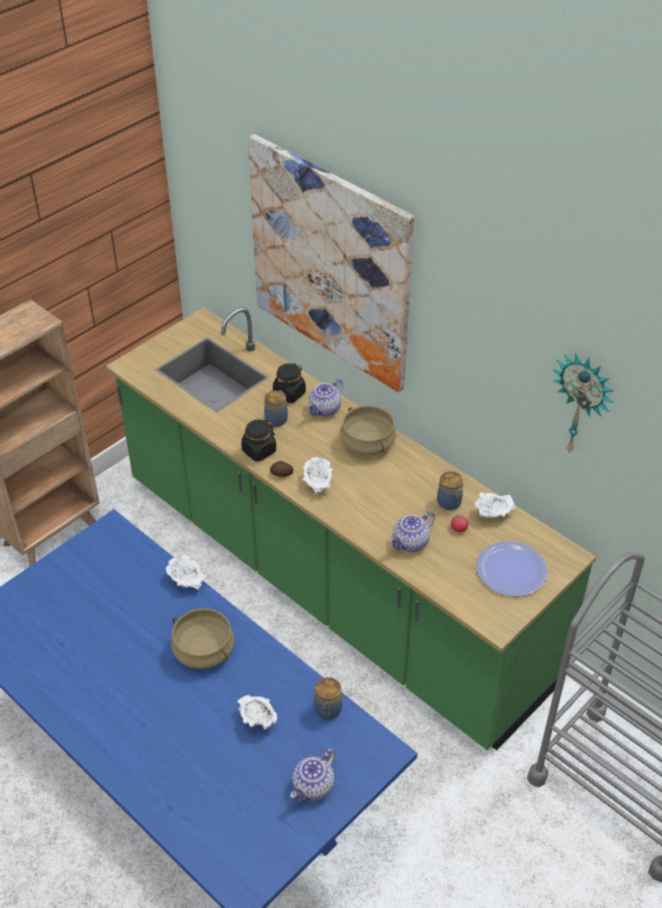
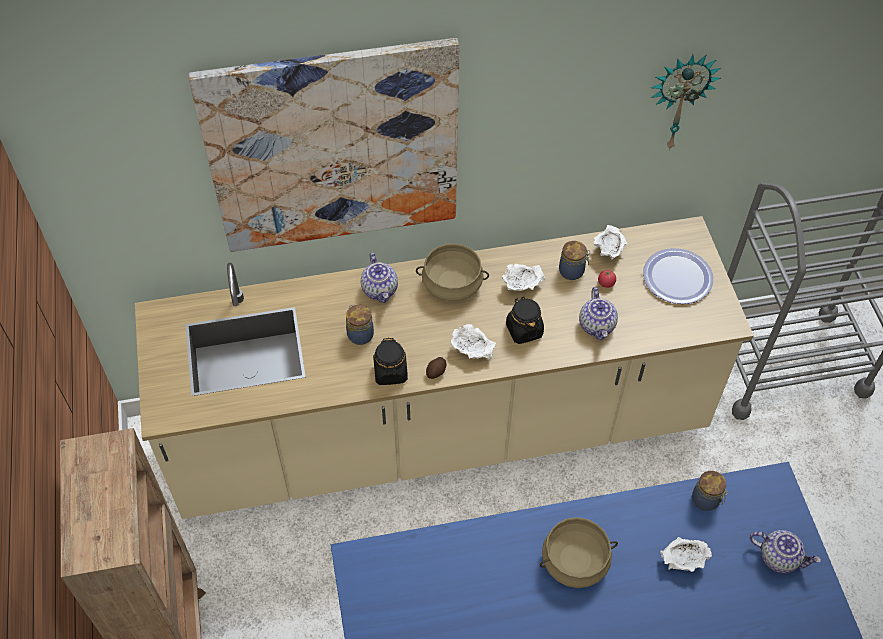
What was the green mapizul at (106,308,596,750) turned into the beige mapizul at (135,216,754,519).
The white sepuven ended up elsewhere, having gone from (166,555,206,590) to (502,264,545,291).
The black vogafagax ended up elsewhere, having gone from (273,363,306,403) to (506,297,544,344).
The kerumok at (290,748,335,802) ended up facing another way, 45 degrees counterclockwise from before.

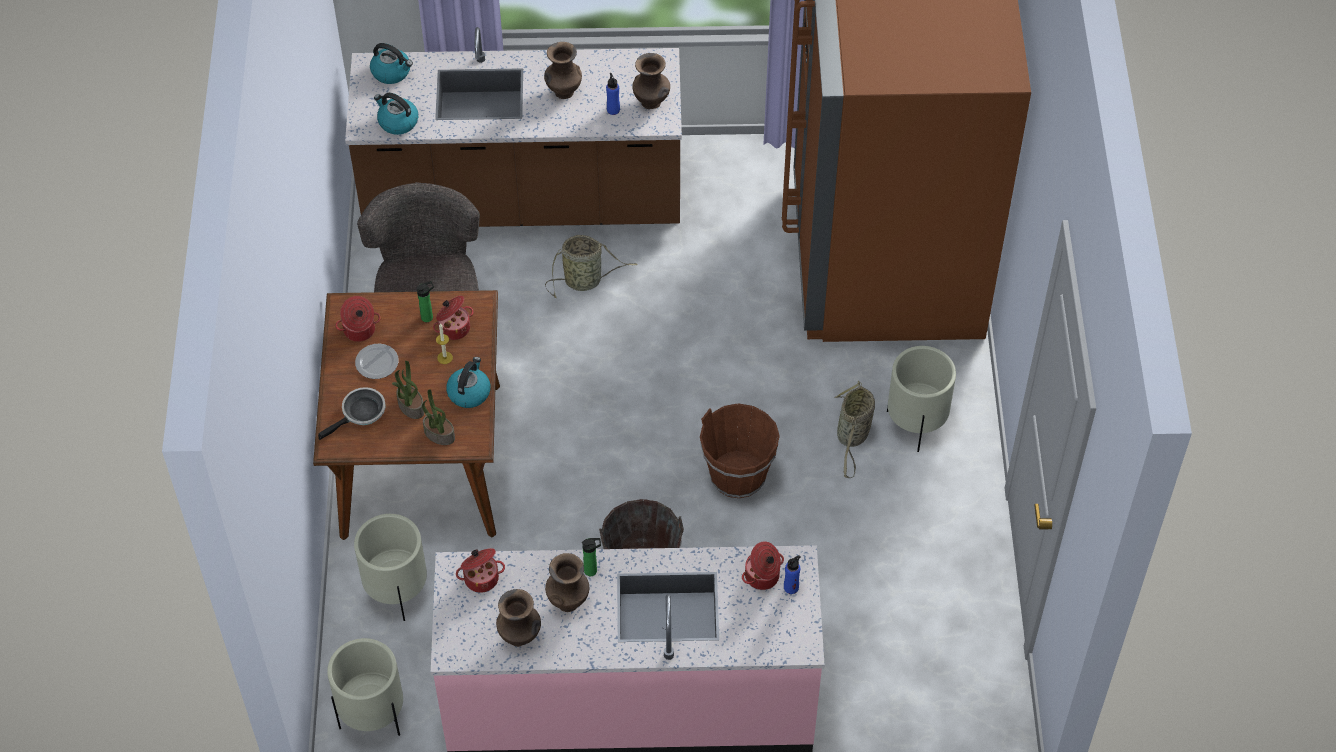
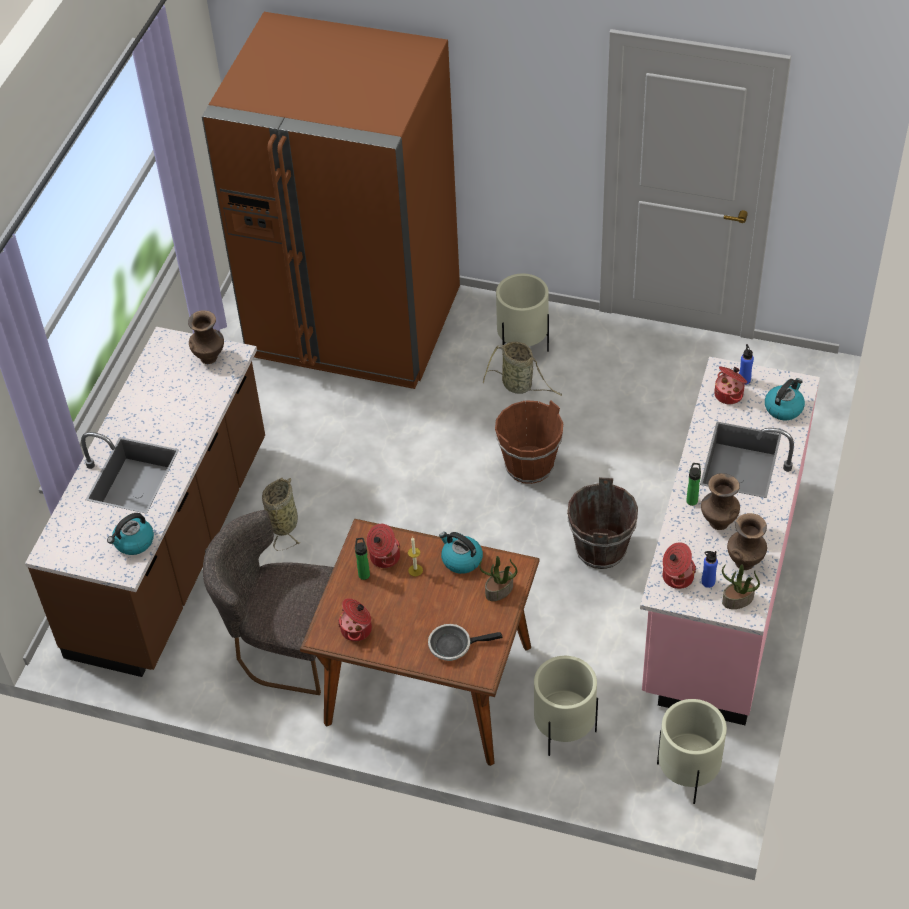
The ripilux at (318,387,386,440) ended up facing another way, 75 degrees counterclockwise from before.
The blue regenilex ended up elsewhere, having gone from (606,73,620,115) to (702,551,718,588).
The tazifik ended up elsewhere, having gone from (392,361,424,419) to (722,564,760,609).
The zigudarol ended up elsewhere, having gone from (370,43,413,84) to (765,378,805,420).
The second view lost the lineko at (355,344,399,379).
The second view lost the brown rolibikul at (544,42,582,99).

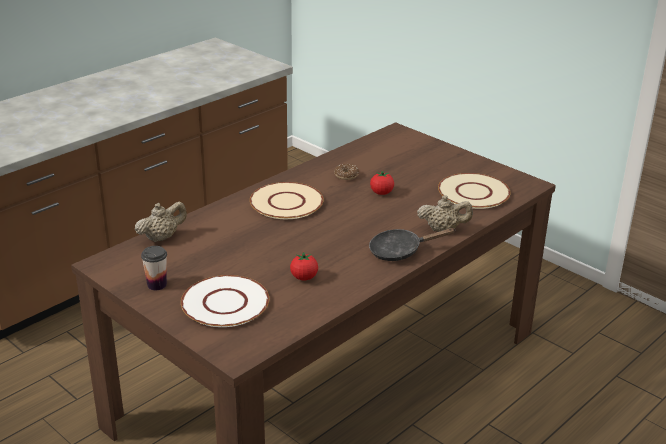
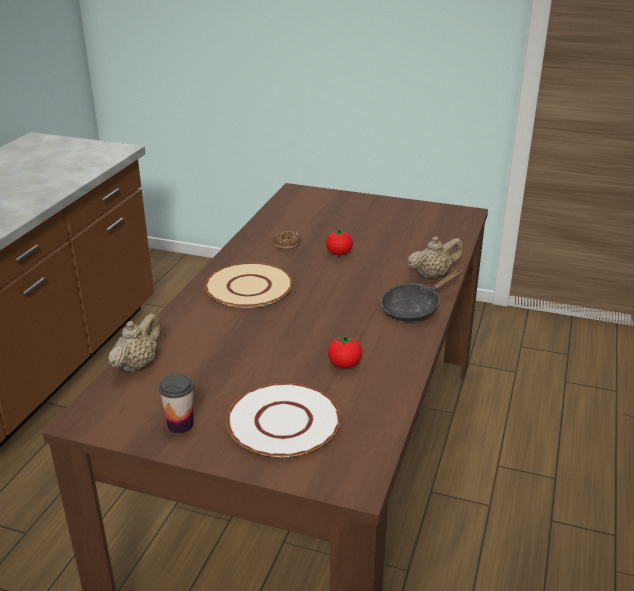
The second view lost the beige lineko at (438,173,511,209).

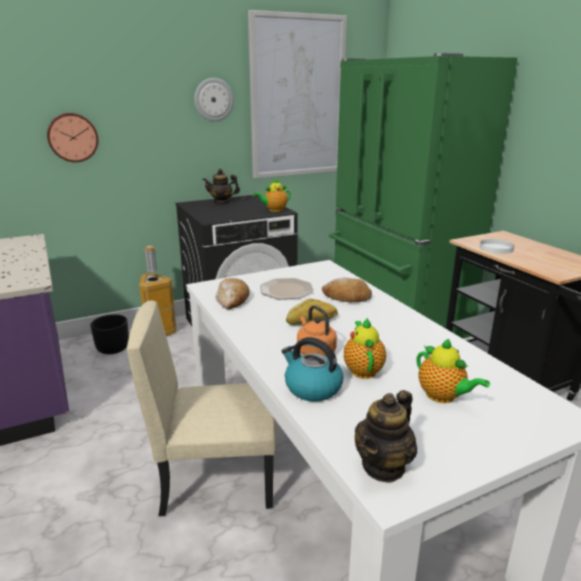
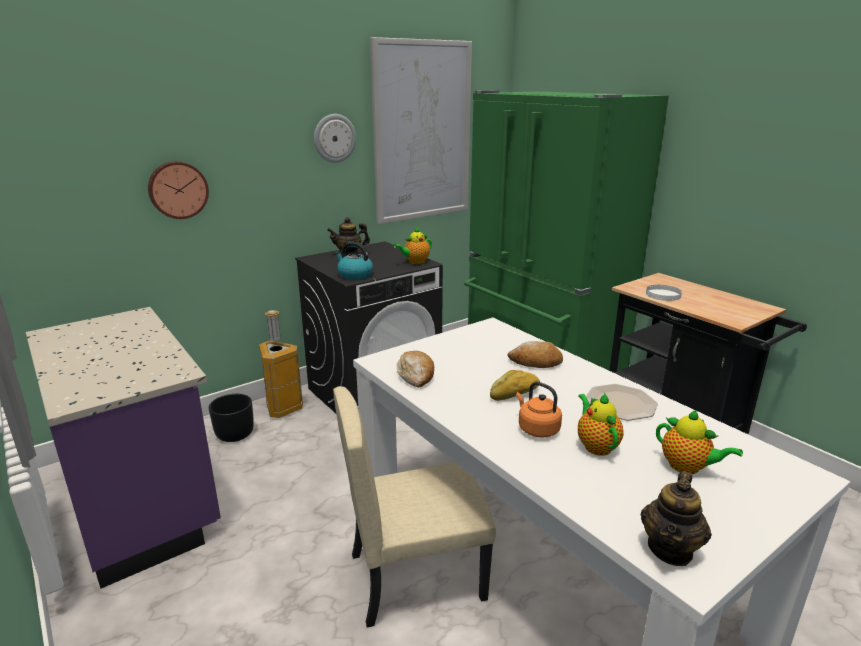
The zigudarol ended up elsewhere, having gone from (282,337,344,401) to (334,242,373,280).
The lineko ended up elsewhere, having gone from (260,278,314,299) to (586,384,658,421).

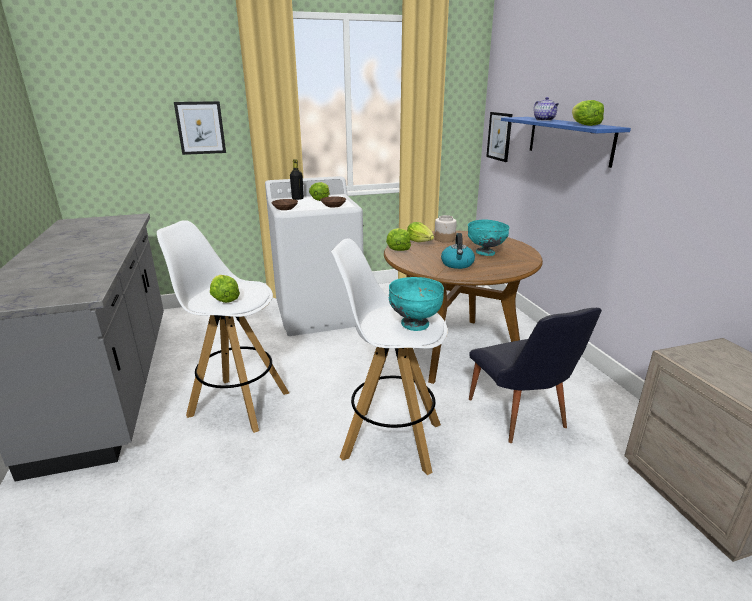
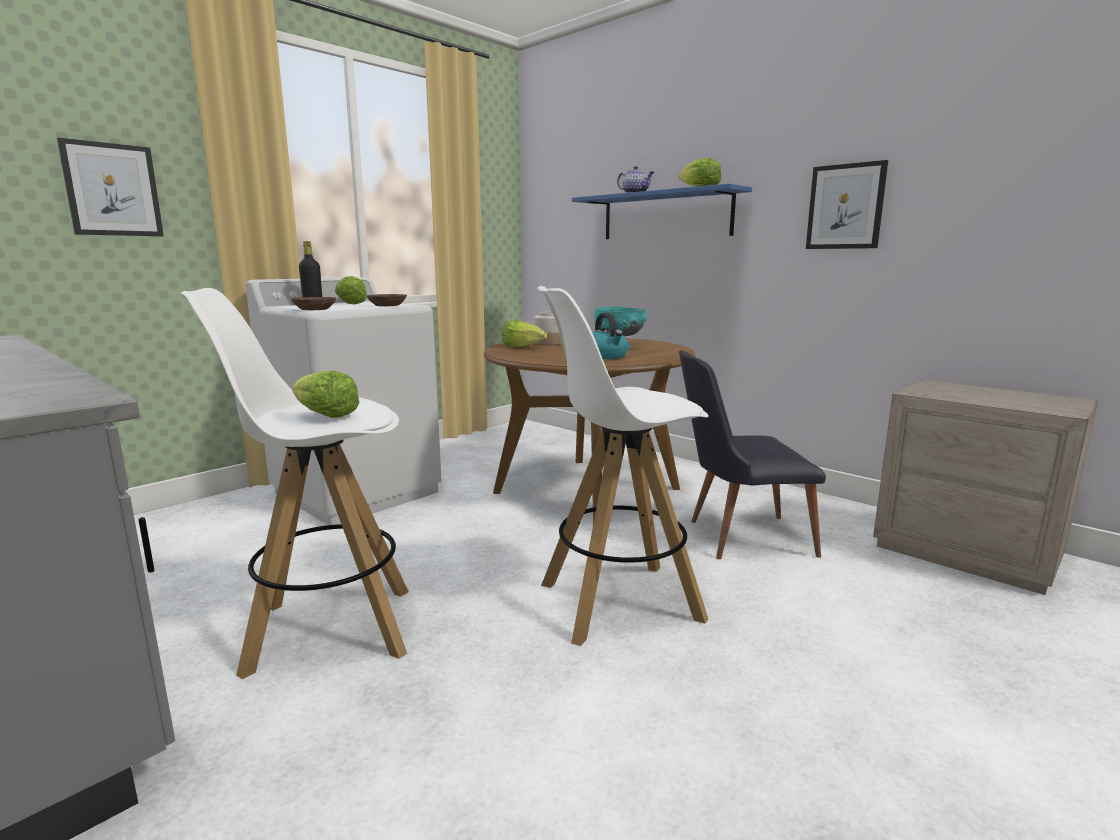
The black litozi at (469,308,602,443) ended up facing another way, 135 degrees clockwise from before.
The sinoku ended up elsewhere, having gone from (486,112,512,162) to (806,160,888,249).
The second view lost the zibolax at (386,228,411,251).
The second view lost the turquoise sepuven at (389,277,444,331).

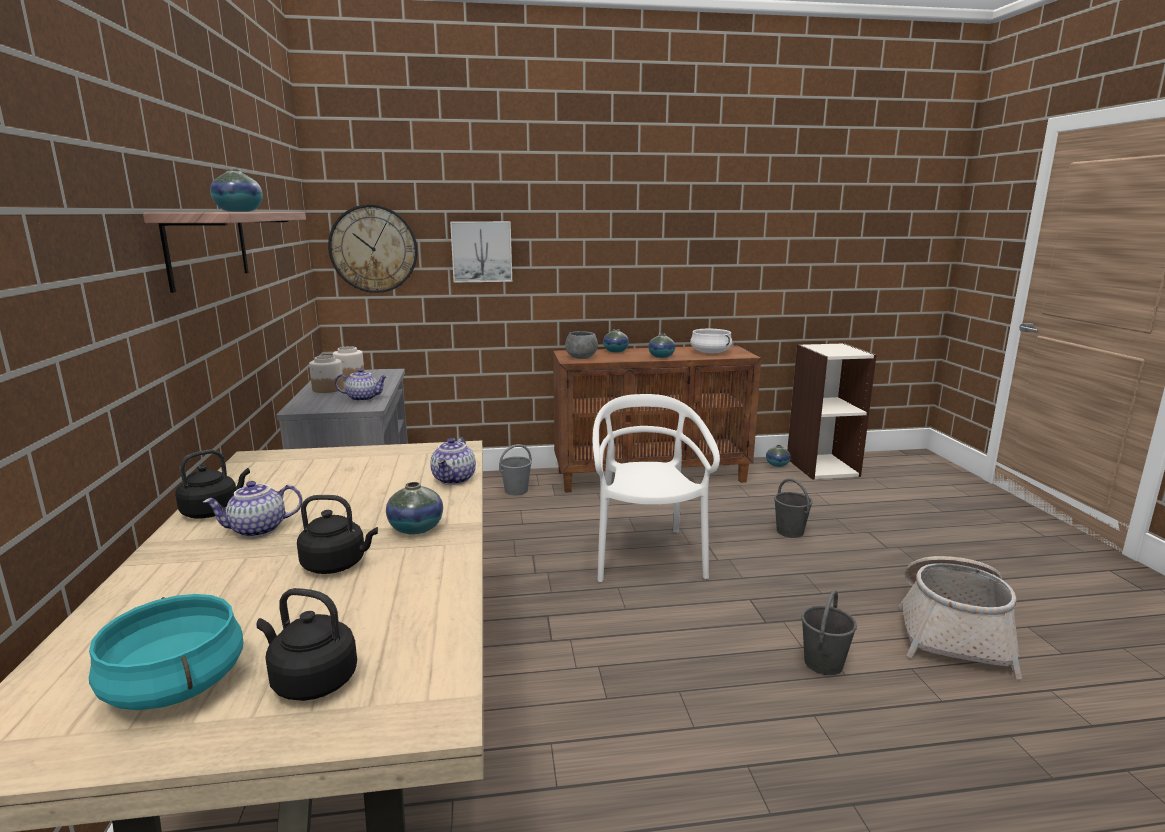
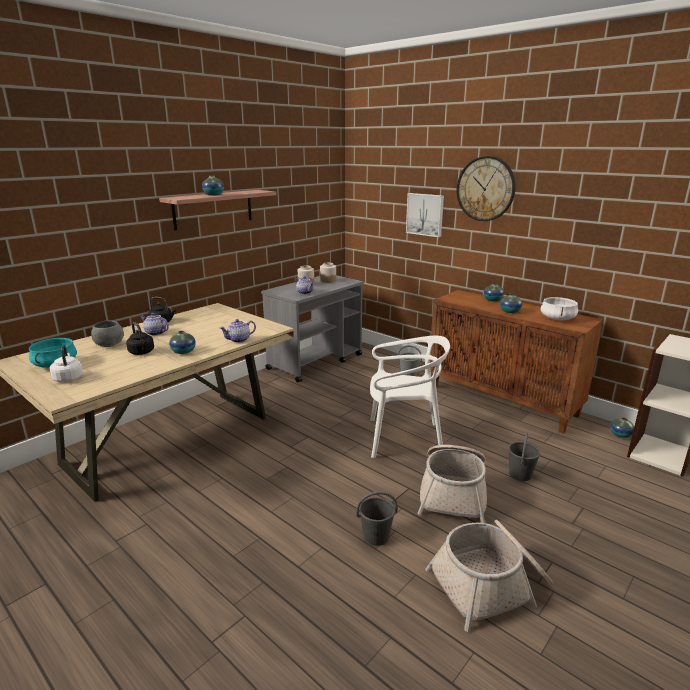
What was the black zigudarol at (257,588,357,701) turned into the white zigudarol at (50,345,83,382).
The grey sepuven ended up elsewhere, having gone from (565,331,598,359) to (91,321,124,347).
The white litozi at (593,394,720,582) ended up facing another way, 45 degrees clockwise from before.
The second view gained the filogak at (417,445,487,523).
The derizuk ended up elsewhere, having gone from (328,204,418,293) to (457,156,516,221).

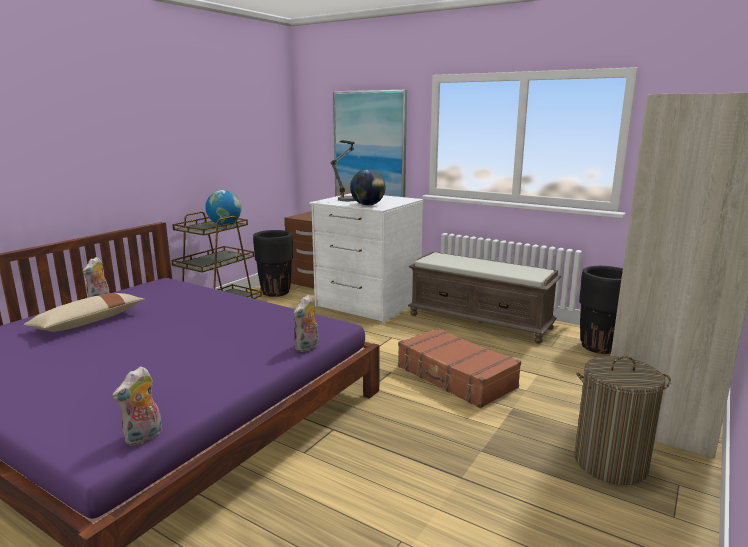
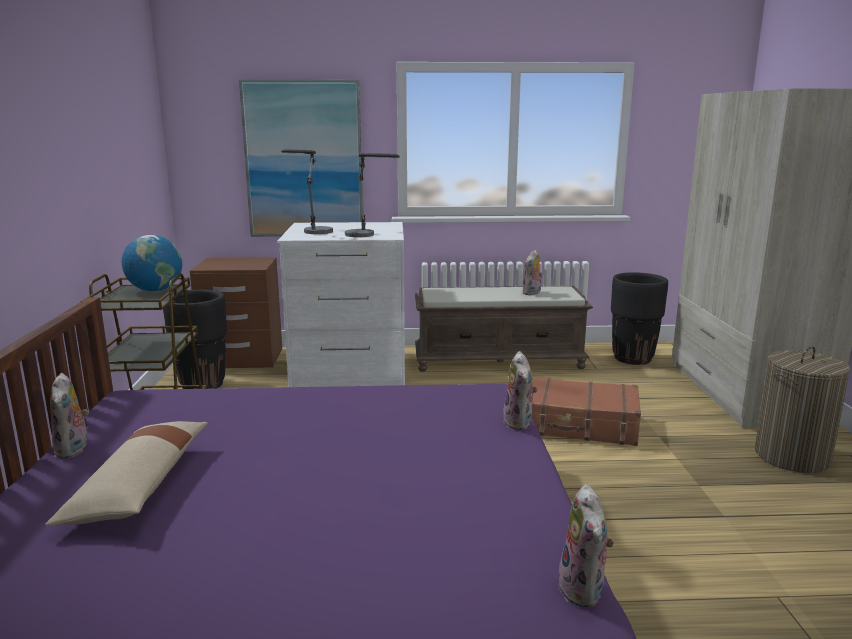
Where the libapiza stood at (350,169,386,206), the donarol came to stand at (345,153,400,237).
The second view gained the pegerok at (523,250,543,295).

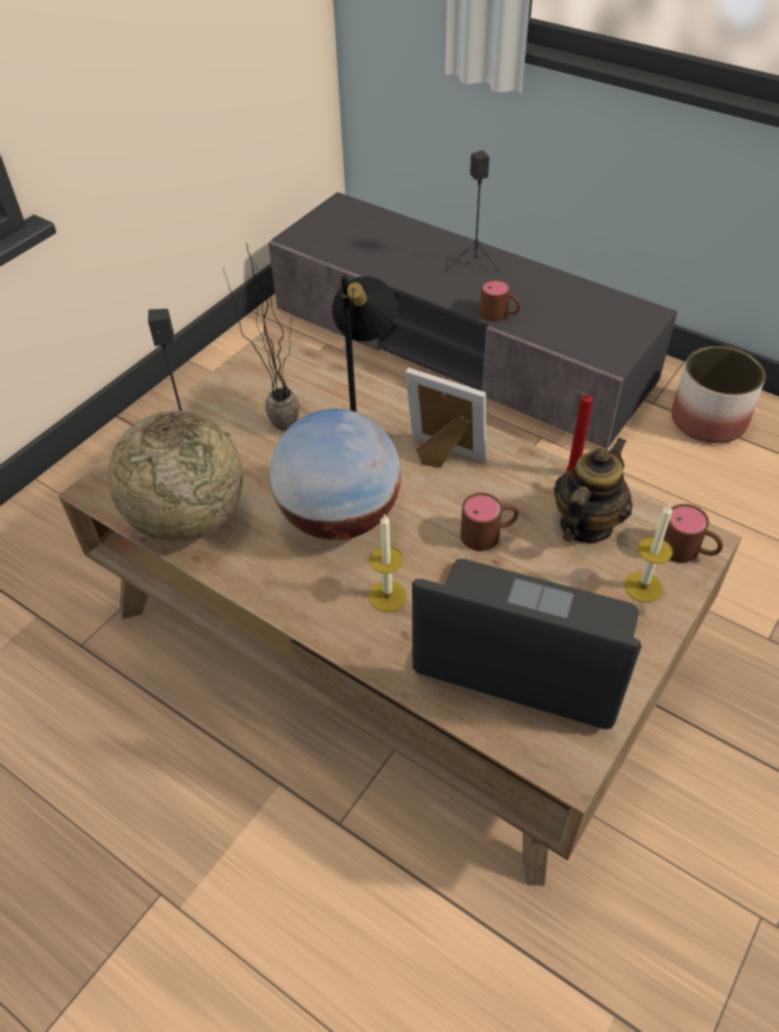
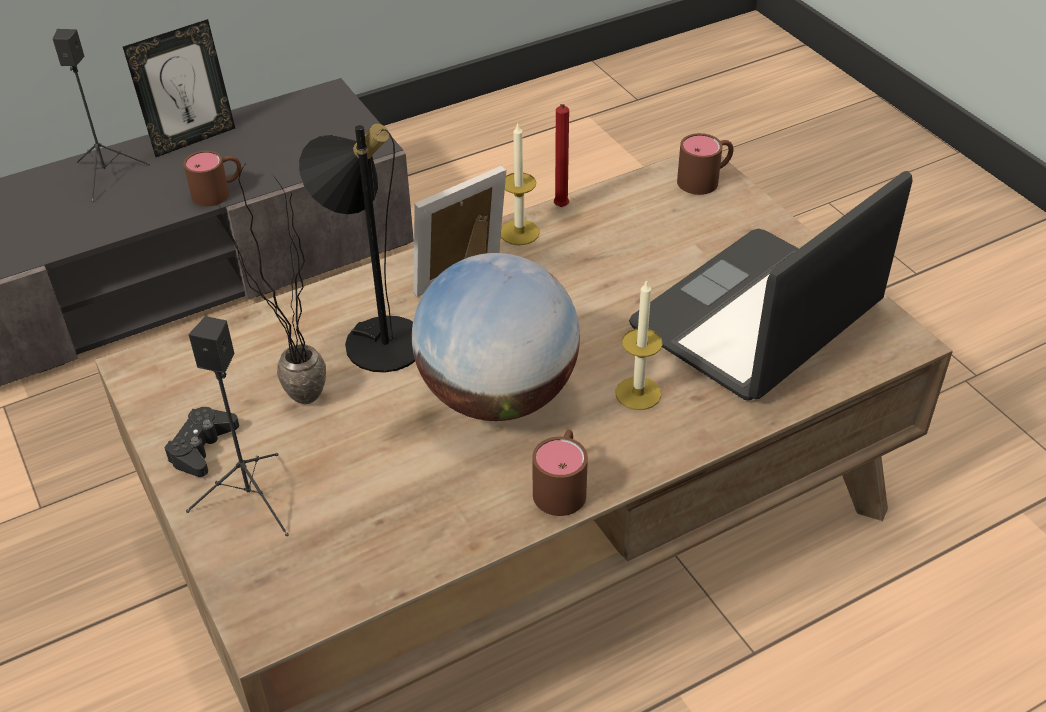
The second view gained the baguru at (123,19,235,157).
The second view gained the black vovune at (164,407,239,477).
The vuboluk ended up elsewhere, having gone from (624,504,673,602) to (501,124,540,245).
The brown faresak ended up elsewhere, having gone from (460,493,519,551) to (532,430,588,516).
The second view lost the libapiza at (108,411,243,542).
The second view lost the kerumok at (554,437,633,543).
The second view lost the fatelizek at (671,346,765,443).

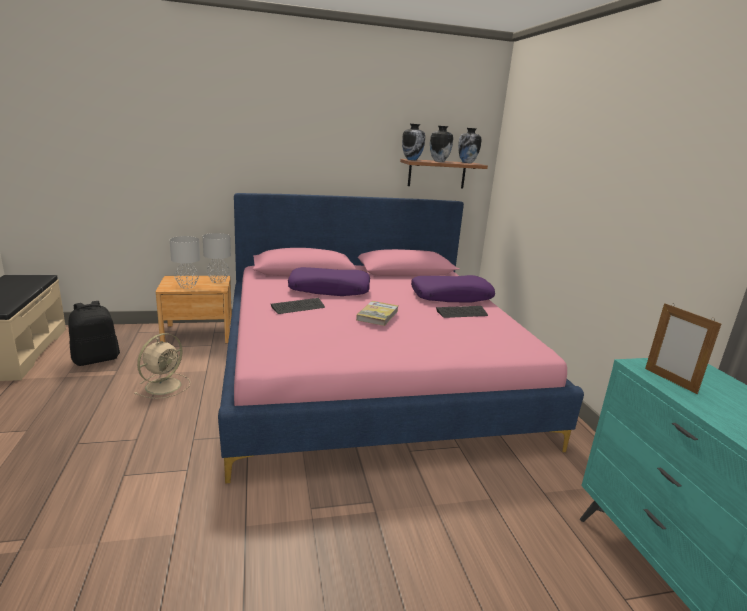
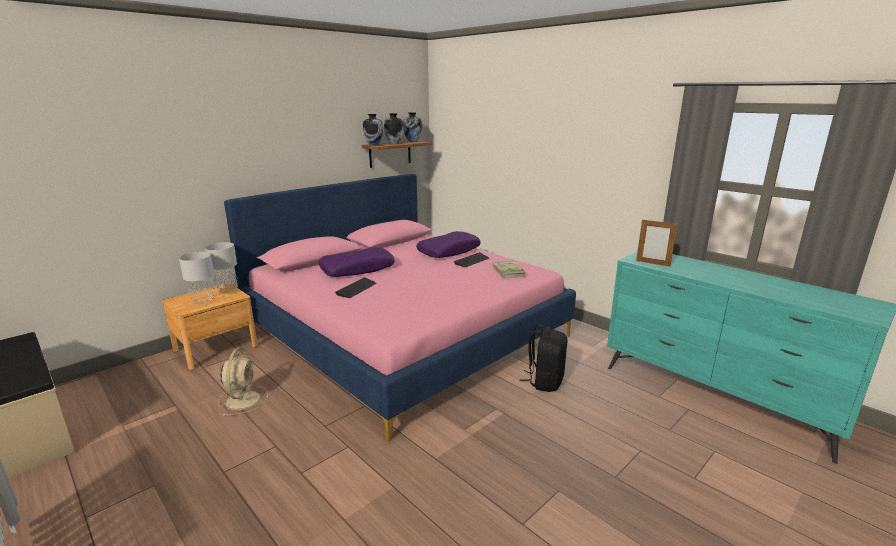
The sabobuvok ended up elsewhere, having gone from (356,301,398,326) to (493,261,526,279).
The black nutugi ended up elsewhere, having gone from (68,301,120,366) to (520,324,567,392).

